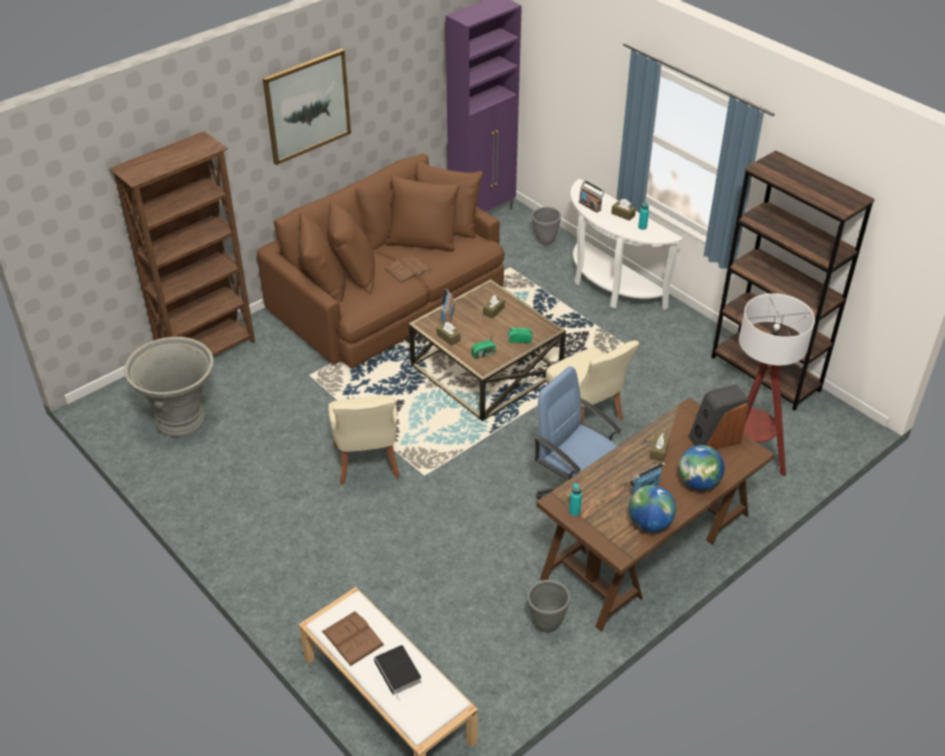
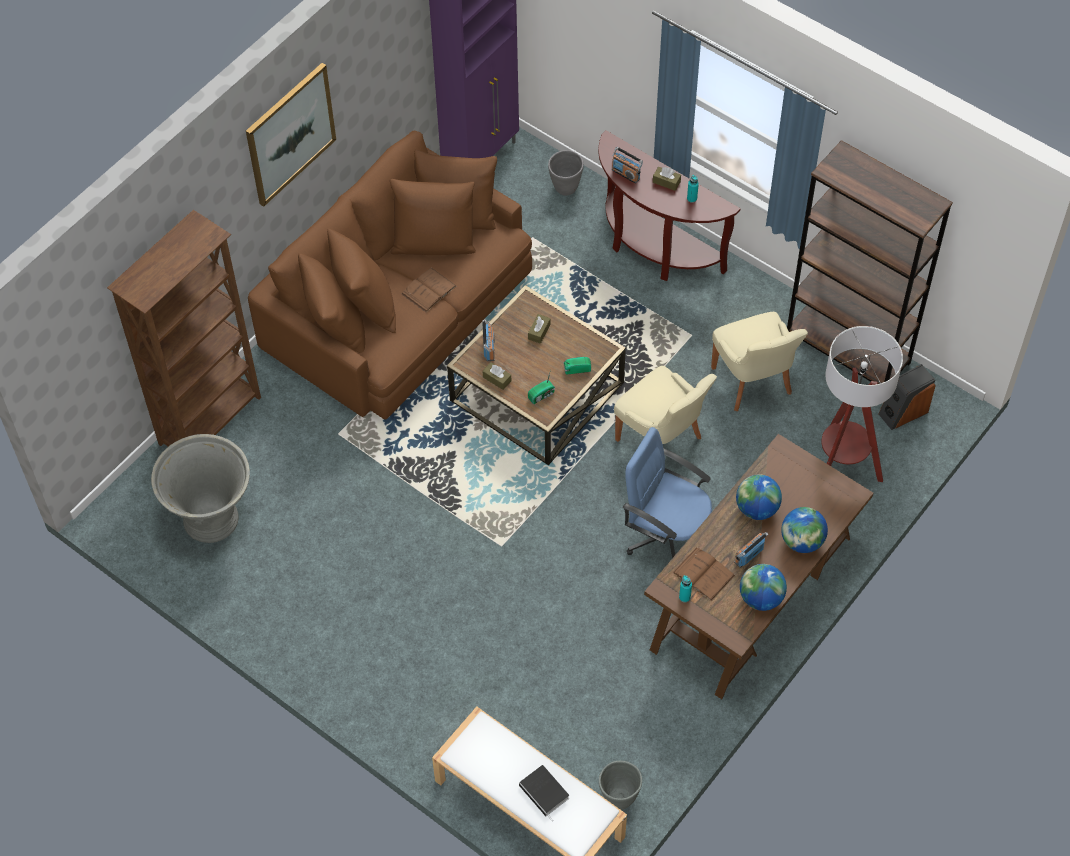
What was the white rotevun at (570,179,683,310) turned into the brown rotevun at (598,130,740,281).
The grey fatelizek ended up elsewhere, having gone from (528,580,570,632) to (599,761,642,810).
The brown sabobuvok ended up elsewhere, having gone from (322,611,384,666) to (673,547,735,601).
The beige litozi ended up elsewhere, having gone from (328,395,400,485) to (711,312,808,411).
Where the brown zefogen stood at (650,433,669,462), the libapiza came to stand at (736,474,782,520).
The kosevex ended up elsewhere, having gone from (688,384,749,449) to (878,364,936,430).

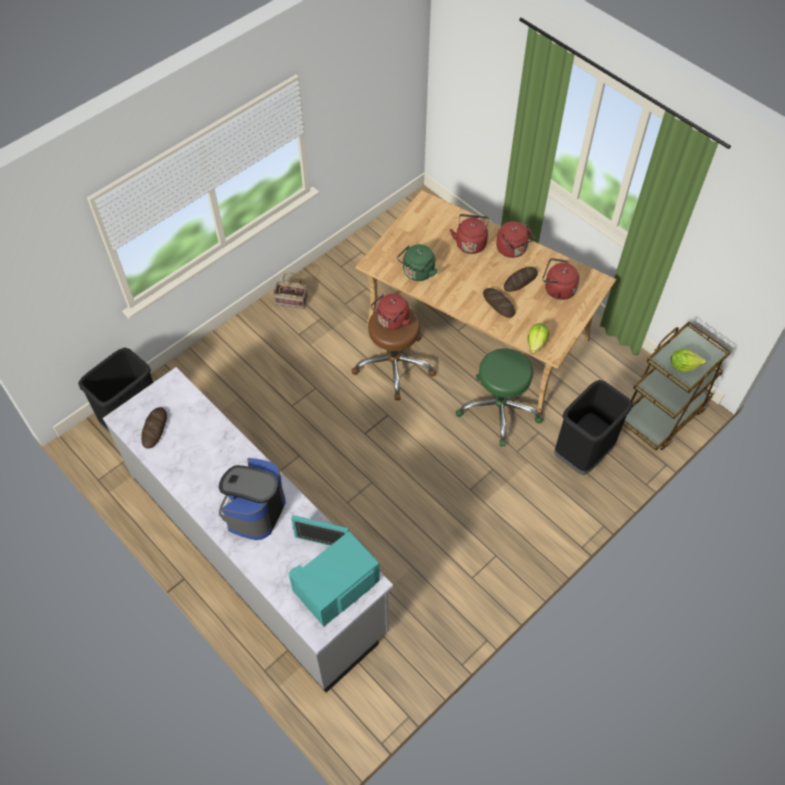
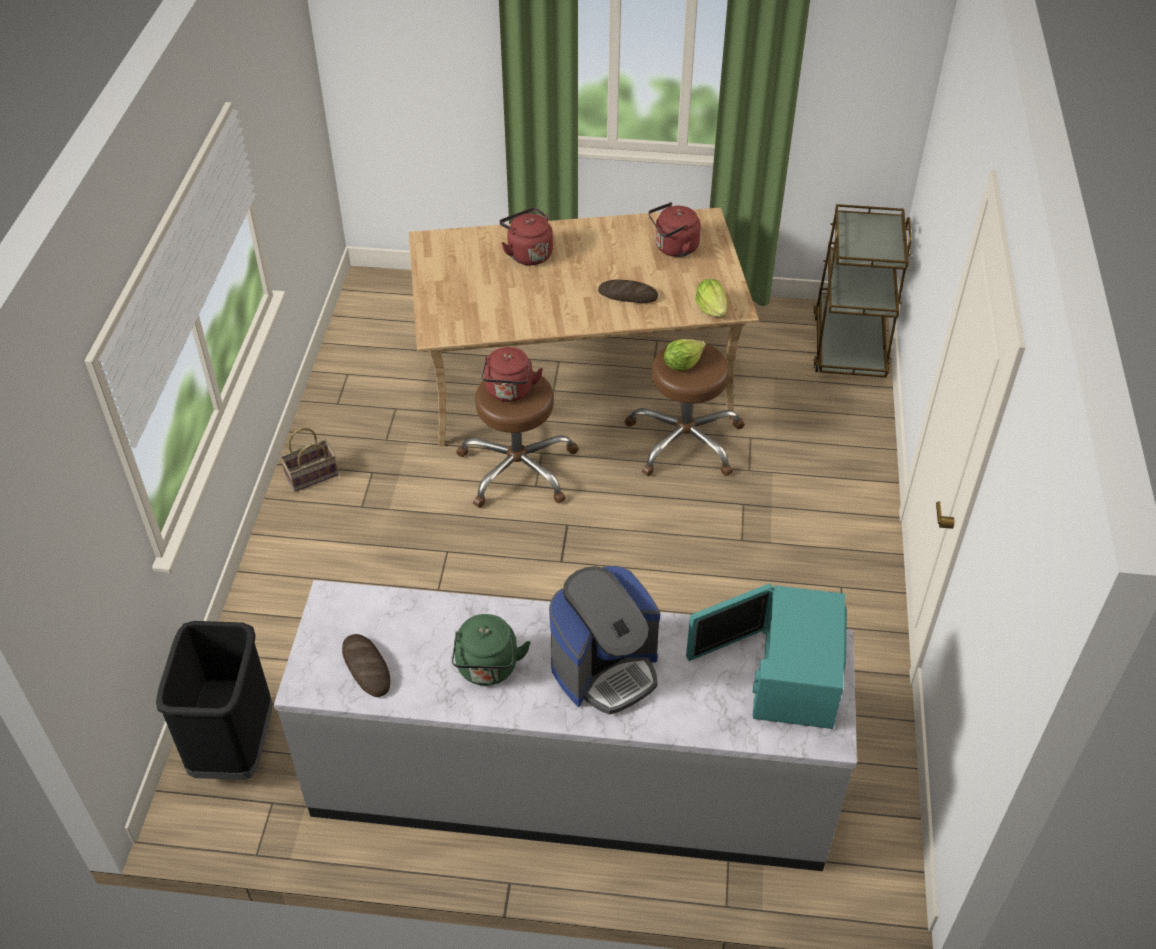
The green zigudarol ended up elsewhere, having gone from (397,244,438,281) to (452,614,531,686).
The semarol at (219,458,286,540) ended up facing another way, 105 degrees counterclockwise from before.
What was the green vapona at (456,349,543,447) turned into the brown vapona at (624,344,745,476).
The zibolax ended up elsewhere, having gone from (671,349,706,372) to (664,339,706,371).
The second view lost the red zigudarol at (496,221,535,258).
The second view lost the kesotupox at (504,267,538,292).
The second view lost the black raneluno at (554,380,633,475).

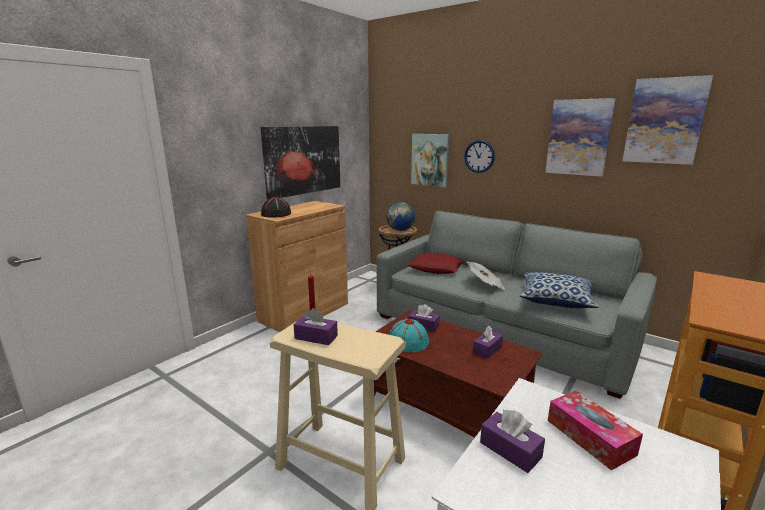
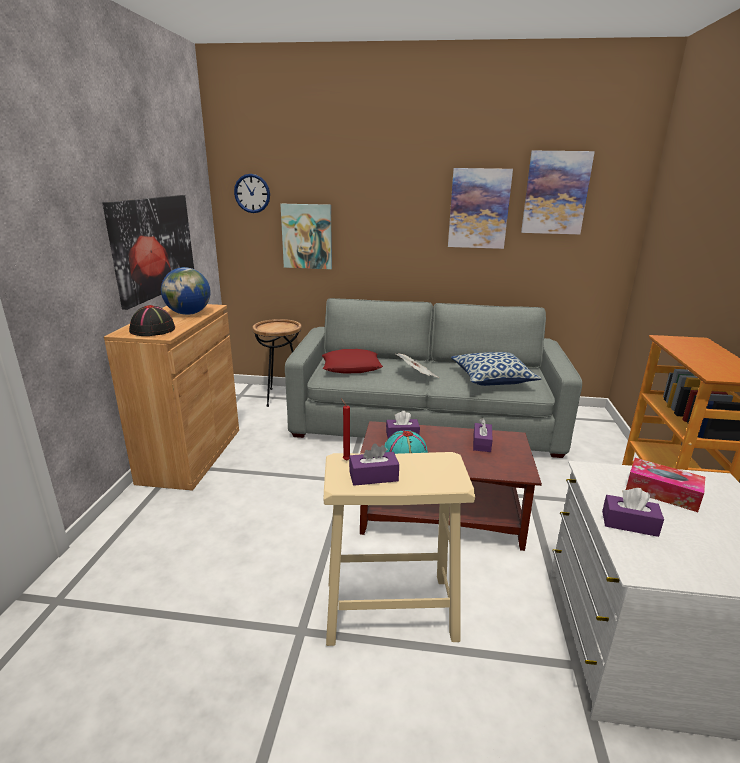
The libapiza ended up elsewhere, having gone from (387,202,415,231) to (161,267,210,315).
The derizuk ended up elsewhere, having gone from (464,140,495,173) to (234,174,270,213).

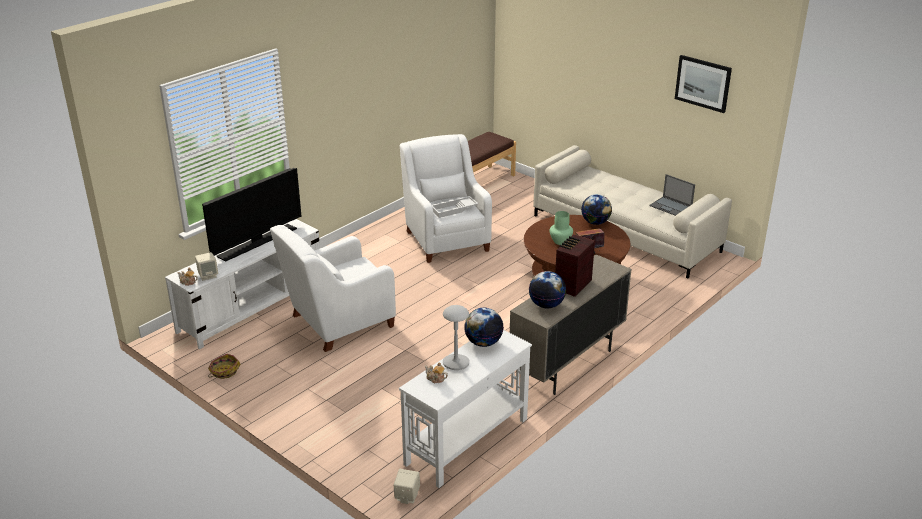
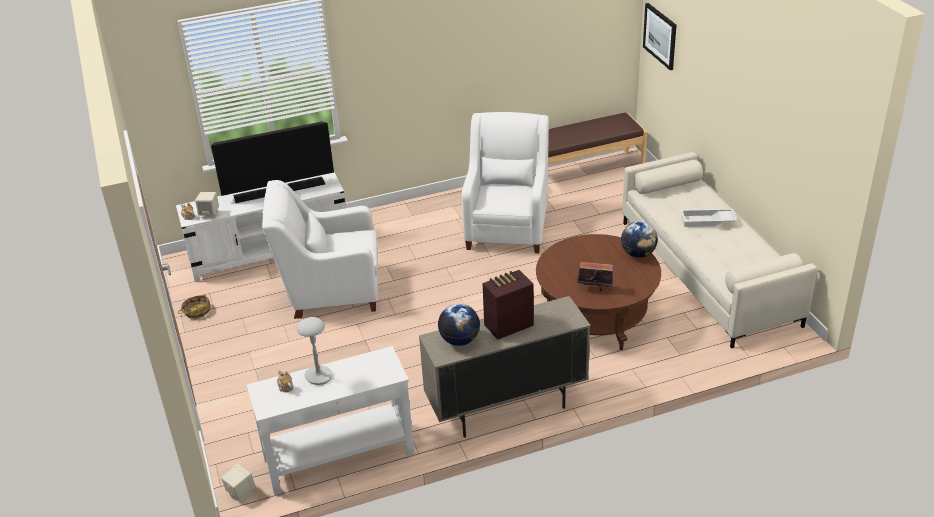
The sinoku ended up elsewhere, having gone from (675,55,732,113) to (643,3,677,70).
The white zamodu ended up elsewhere, having gone from (432,196,478,218) to (681,209,737,227).
The second view lost the libapiza at (464,308,504,347).
The second view lost the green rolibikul at (550,211,573,245).
The second view lost the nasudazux at (649,174,695,216).

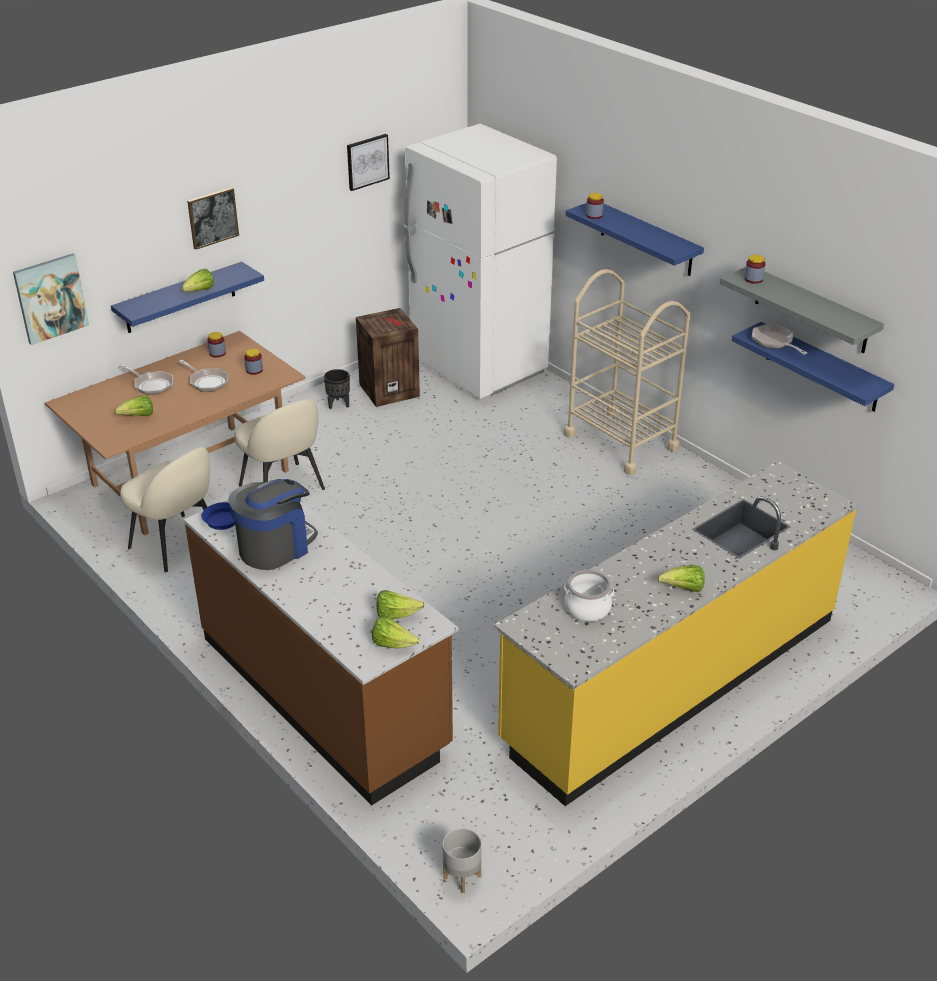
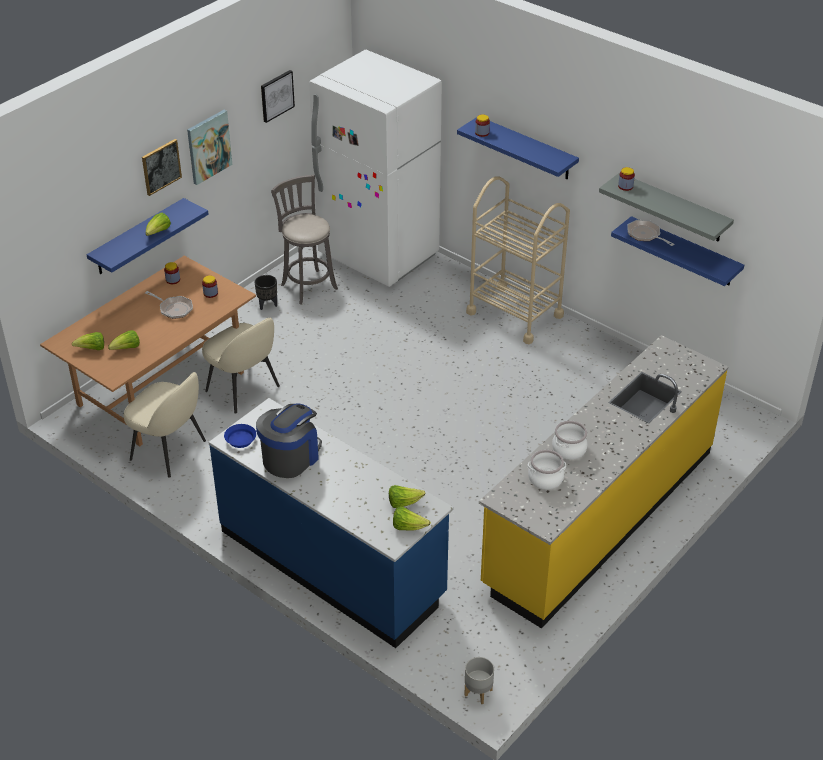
The zibolax ended up elsewhere, having gone from (658,565,705,592) to (72,332,104,350).
The sinoku ended up elsewhere, having gone from (13,253,89,345) to (187,110,232,185).
What was the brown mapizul at (184,479,458,805) turned into the blue mapizul at (208,398,454,648).
Where the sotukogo stood at (356,308,420,407), the grey vapona came to stand at (271,175,338,304).
The second view gained the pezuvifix at (552,421,588,460).
The second view lost the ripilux at (120,365,173,395).

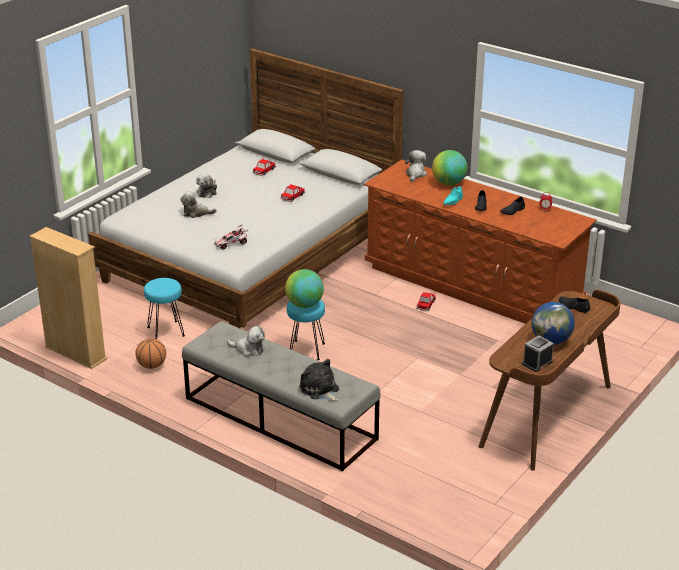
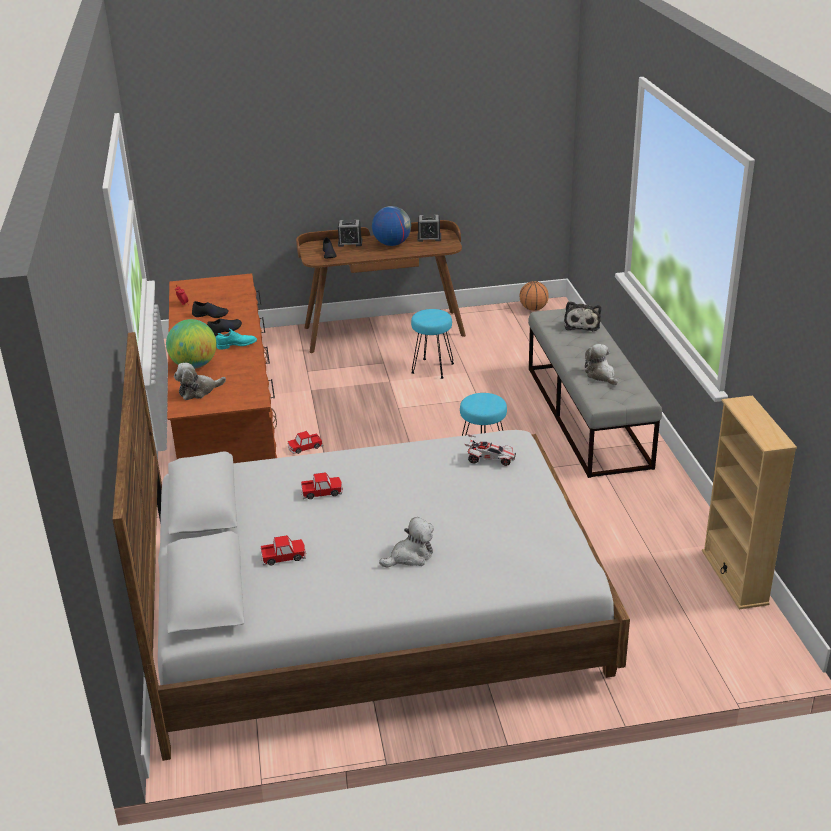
The second view gained the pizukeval at (338,219,362,247).
The turquoise vapona ended up elsewhere, having gone from (144,278,185,339) to (411,309,454,379).
The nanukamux ended up elsewhere, having gone from (135,338,166,369) to (520,281,549,311).
The second view lost the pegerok at (180,191,217,218).
The second view lost the libapiza at (285,269,324,308).

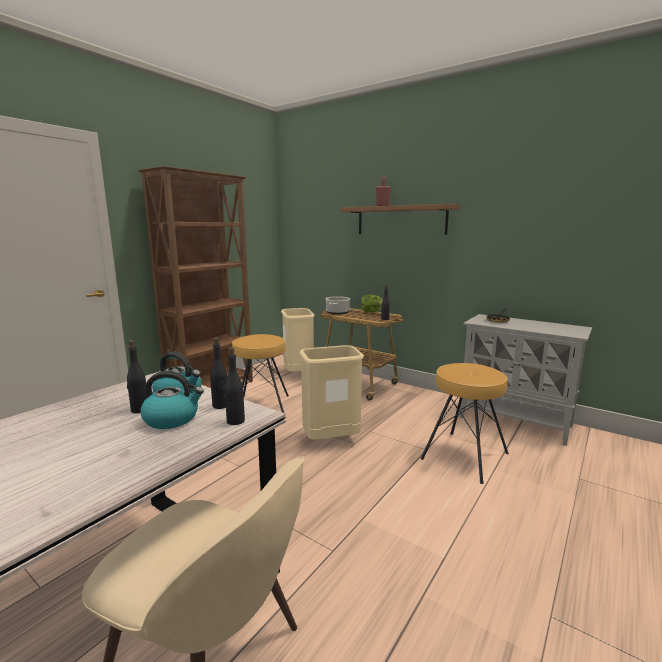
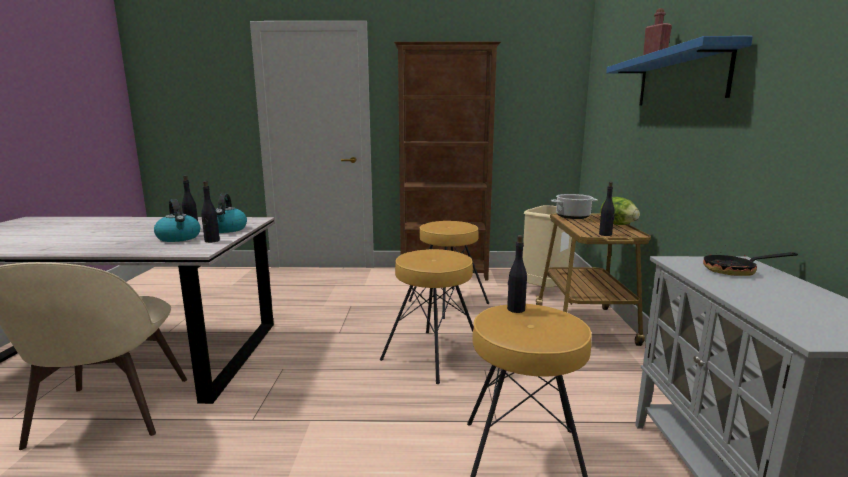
Where the beige raneluno stood at (300,345,364,440), the brown vapona came to stand at (380,249,474,384).
The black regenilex ended up elsewhere, having gone from (224,347,245,425) to (507,235,527,313).
What was the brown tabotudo at (340,204,460,235) turned into the blue tabotudo at (606,36,753,106).

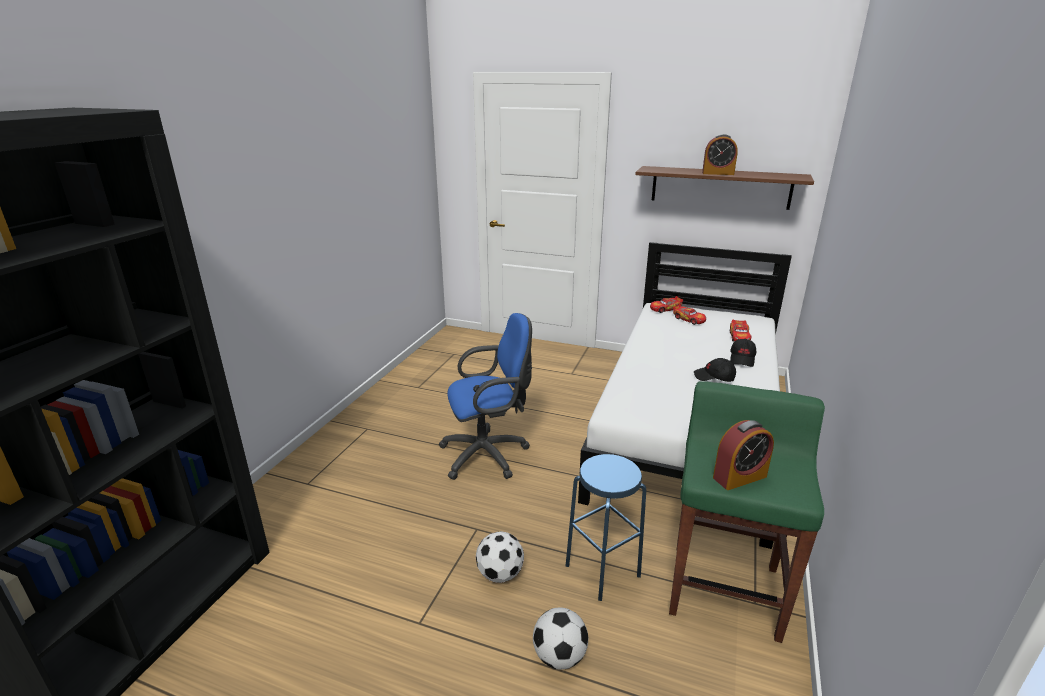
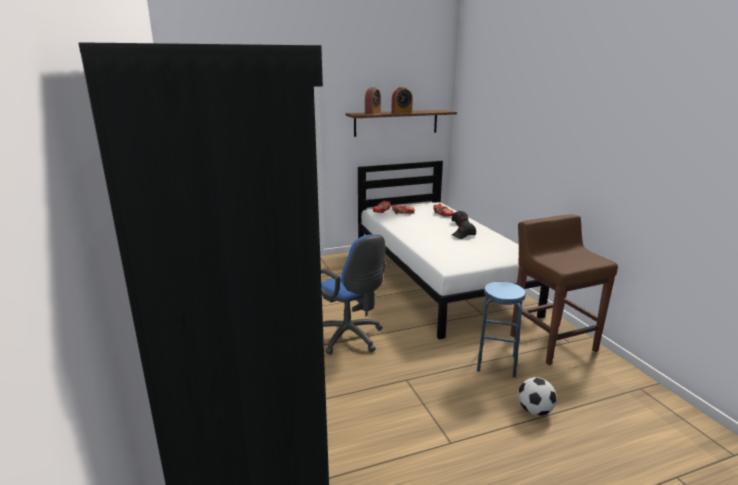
The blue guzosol at (439,313,532,480) ended up facing another way, 105 degrees clockwise from before.
The pizukeval ended up elsewhere, having gone from (713,420,774,490) to (365,87,381,114).
What was the green vapona at (669,381,825,643) turned into the brown vapona at (510,214,618,365).
The second view lost the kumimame at (476,531,524,583).

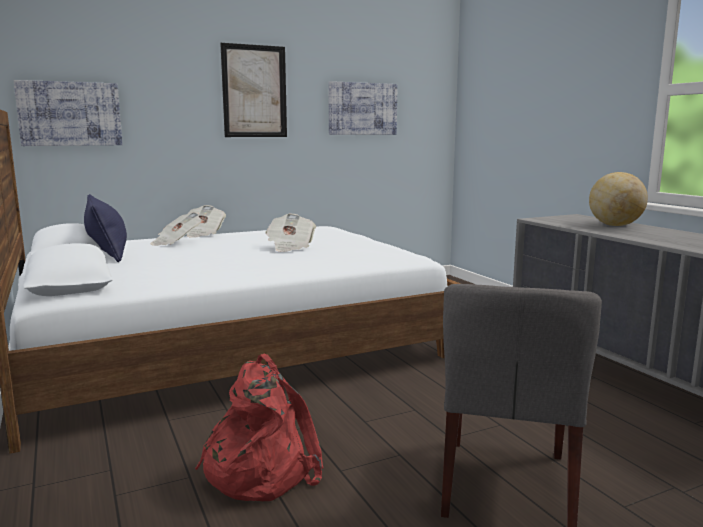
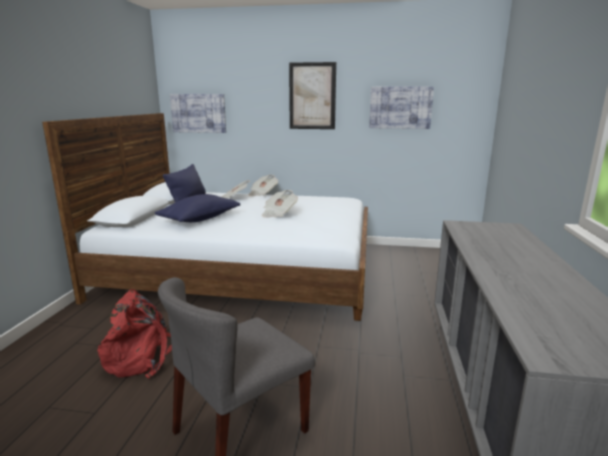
The second view gained the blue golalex at (155,194,241,222).
The second view lost the libapiza at (589,172,648,226).

